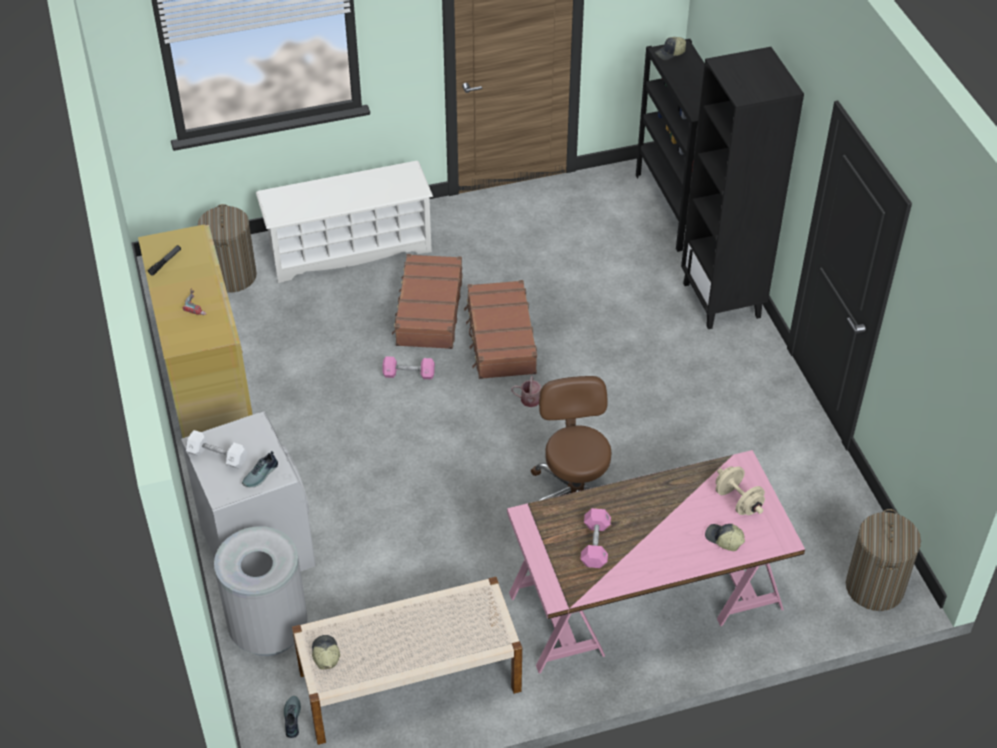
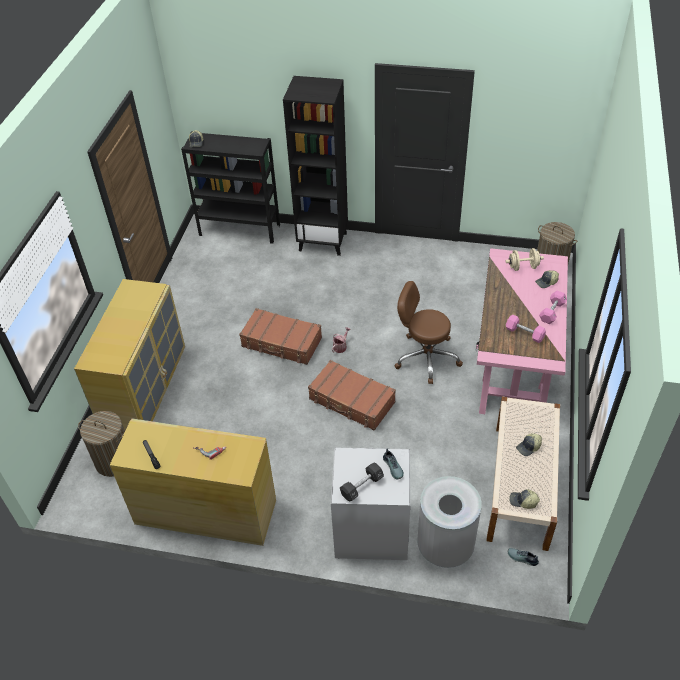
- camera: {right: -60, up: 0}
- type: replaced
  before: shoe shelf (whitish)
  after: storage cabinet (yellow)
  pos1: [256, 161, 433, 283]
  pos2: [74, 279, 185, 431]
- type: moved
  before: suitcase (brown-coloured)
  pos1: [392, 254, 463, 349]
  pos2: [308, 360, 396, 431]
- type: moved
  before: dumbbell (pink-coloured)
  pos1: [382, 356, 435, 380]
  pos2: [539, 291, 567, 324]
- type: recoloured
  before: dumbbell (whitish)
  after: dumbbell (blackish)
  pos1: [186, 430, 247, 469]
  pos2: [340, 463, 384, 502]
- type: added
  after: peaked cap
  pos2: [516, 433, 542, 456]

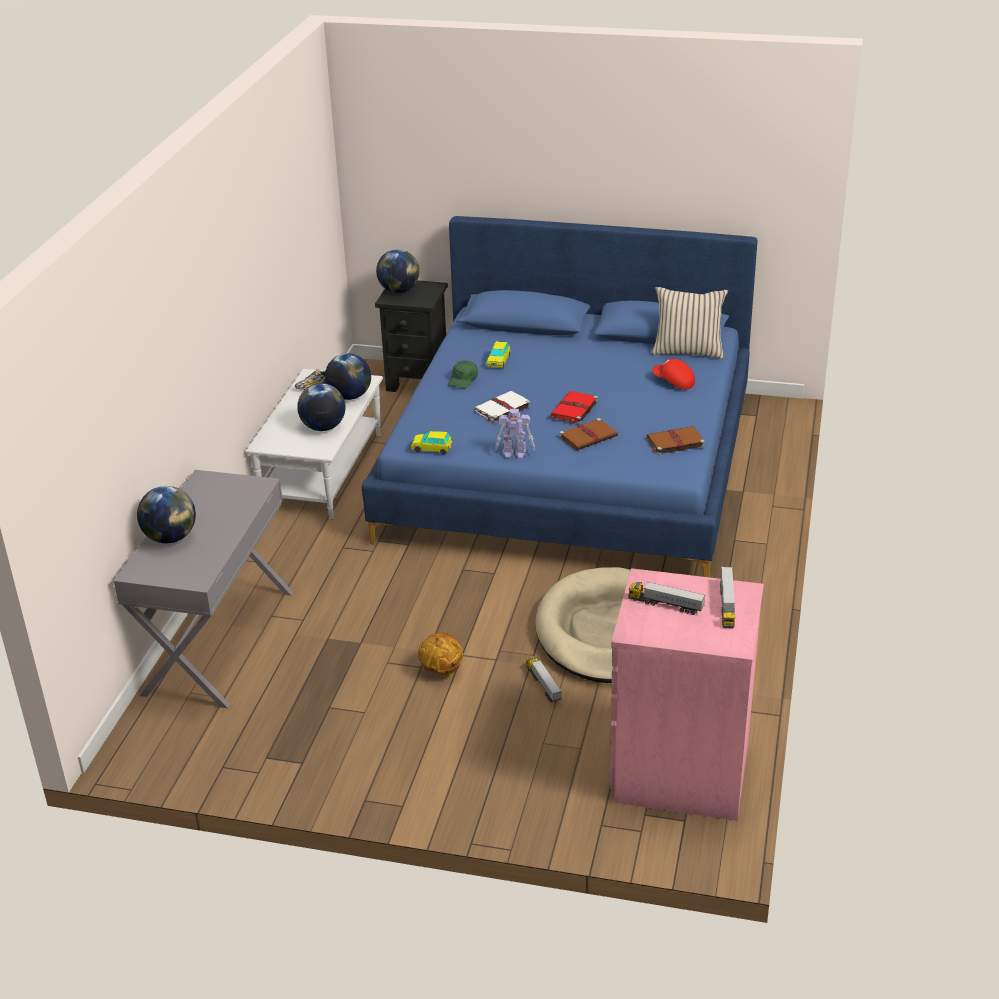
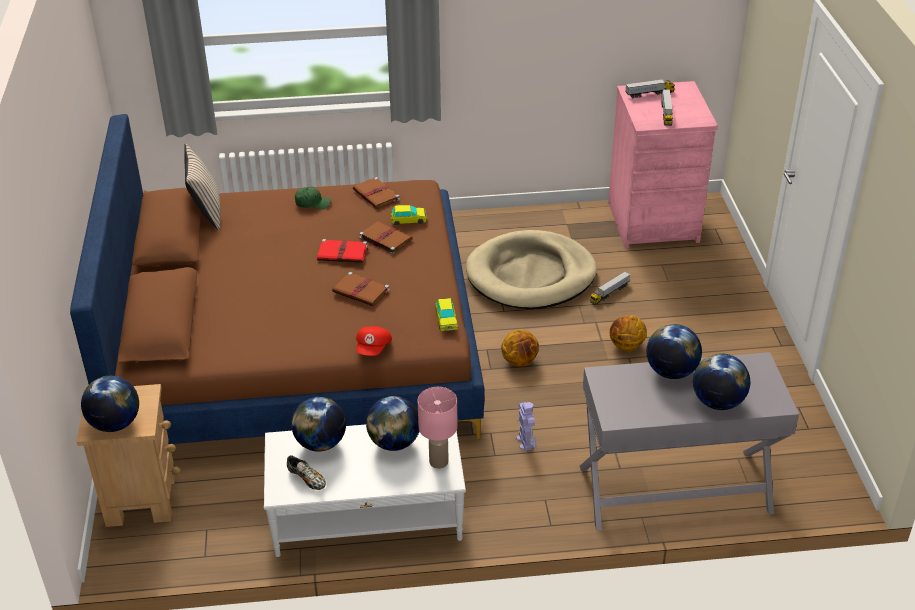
- camera: {right: -110, up: 5}
- type: recoloured
  before: bedroom bed (blue)
  after: bedroom bed (brown-coloured)
  pos1: [362, 216, 758, 577]
  pos2: [70, 114, 485, 444]
- type: recoloured
  before: bedside table (blackish)
  after: bedside table (beige)
  pos1: [375, 280, 448, 392]
  pos2: [77, 384, 181, 527]
- type: moved
  before: model car
  pos1: [486, 341, 511, 368]
  pos2: [391, 205, 427, 226]
- type: moved
  before: peaked cap (red)
  pos1: [652, 359, 695, 389]
  pos2: [356, 326, 392, 356]
- type: moved
  before: peaked cap (green)
  pos1: [448, 360, 478, 389]
  pos2: [295, 187, 331, 210]
- type: recoloured
  before: bound book (whitish)
  after: bound book (brown-coloured)
  pos1: [474, 391, 531, 423]
  pos2: [332, 272, 390, 306]
- type: moved
  before: toy robot
  pos1: [495, 409, 535, 459]
  pos2: [516, 402, 537, 451]
- type: added
  after: globe
  pos2: [646, 324, 702, 379]
- type: added
  after: basketball
  pos2: [501, 329, 539, 367]
- type: added
  after: lamp for a table (pink-coloured)
  pos2: [418, 387, 458, 469]

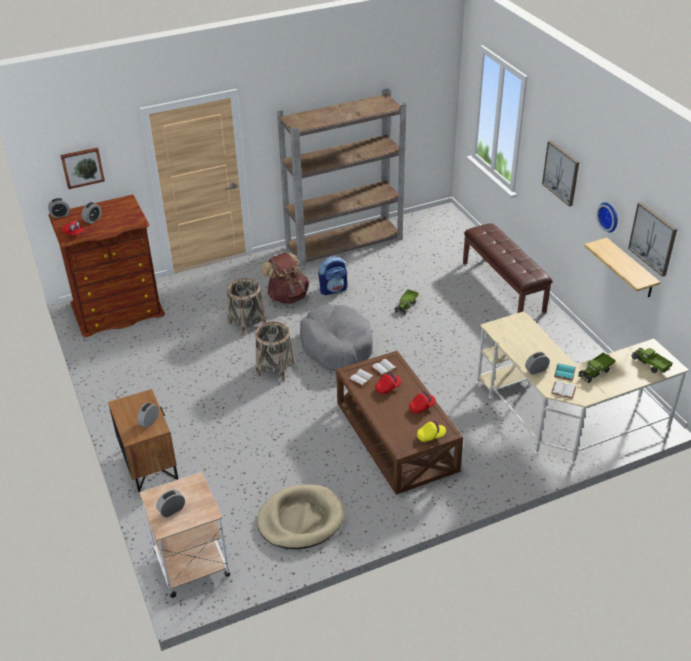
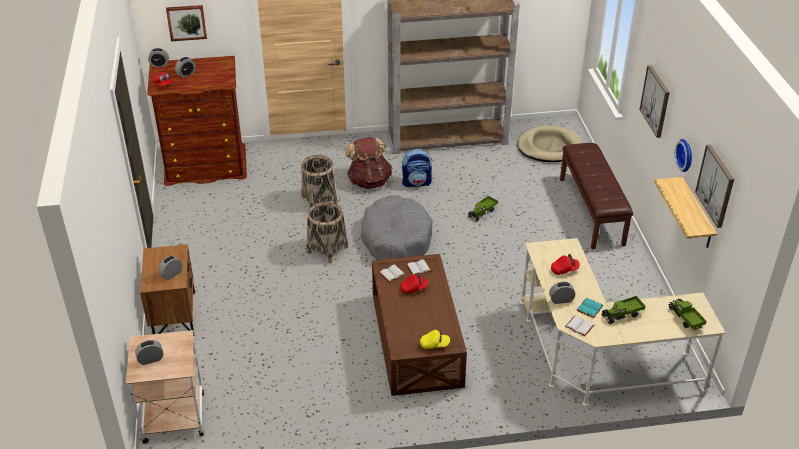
- camera: {right: 15, up: 0}
- type: moved
  before: peaked cap (red)
  pos1: [409, 391, 436, 414]
  pos2: [551, 254, 580, 275]
- type: moved
  before: dog cushion (beige)
  pos1: [257, 484, 344, 549]
  pos2: [517, 126, 582, 162]

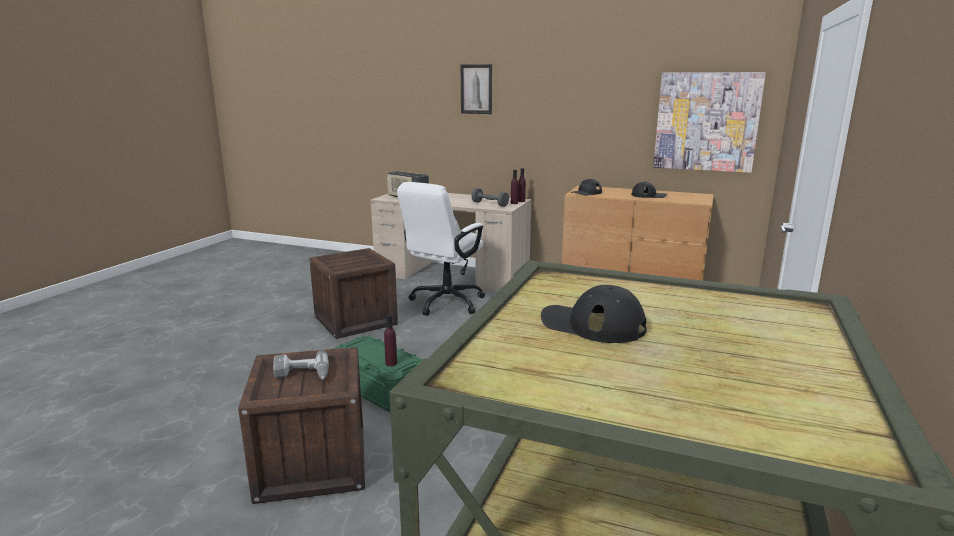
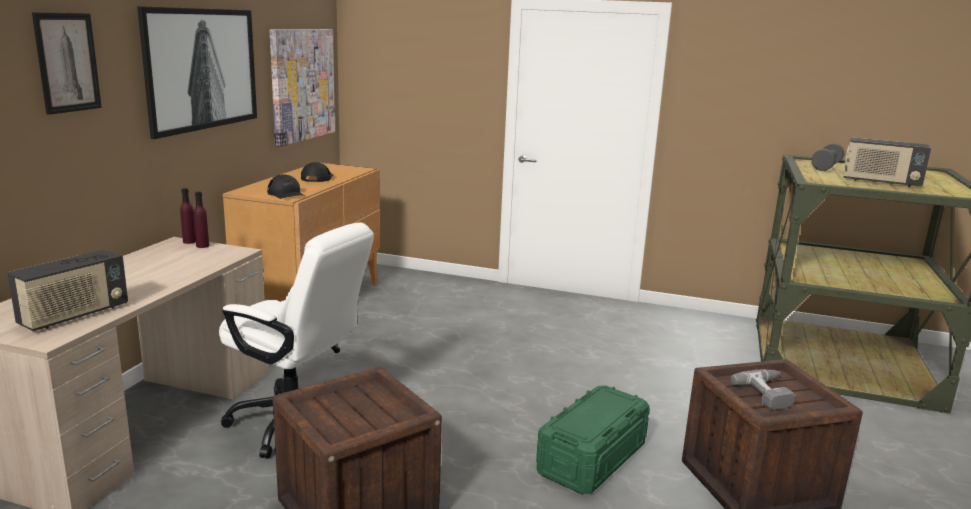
- camera: {right: -95, up: 0}
- type: moved
  before: dumbbell (gray)
  pos1: [471, 188, 509, 207]
  pos2: [811, 143, 844, 171]
- type: replaced
  before: peaked cap (blackish)
  after: radio receiver
  pos1: [541, 285, 647, 343]
  pos2: [843, 137, 931, 187]
- type: removed
  before: beverage bottle (purple-coloured)
  pos1: [384, 314, 397, 366]
- type: added
  after: picture
  pos2: [137, 6, 257, 139]

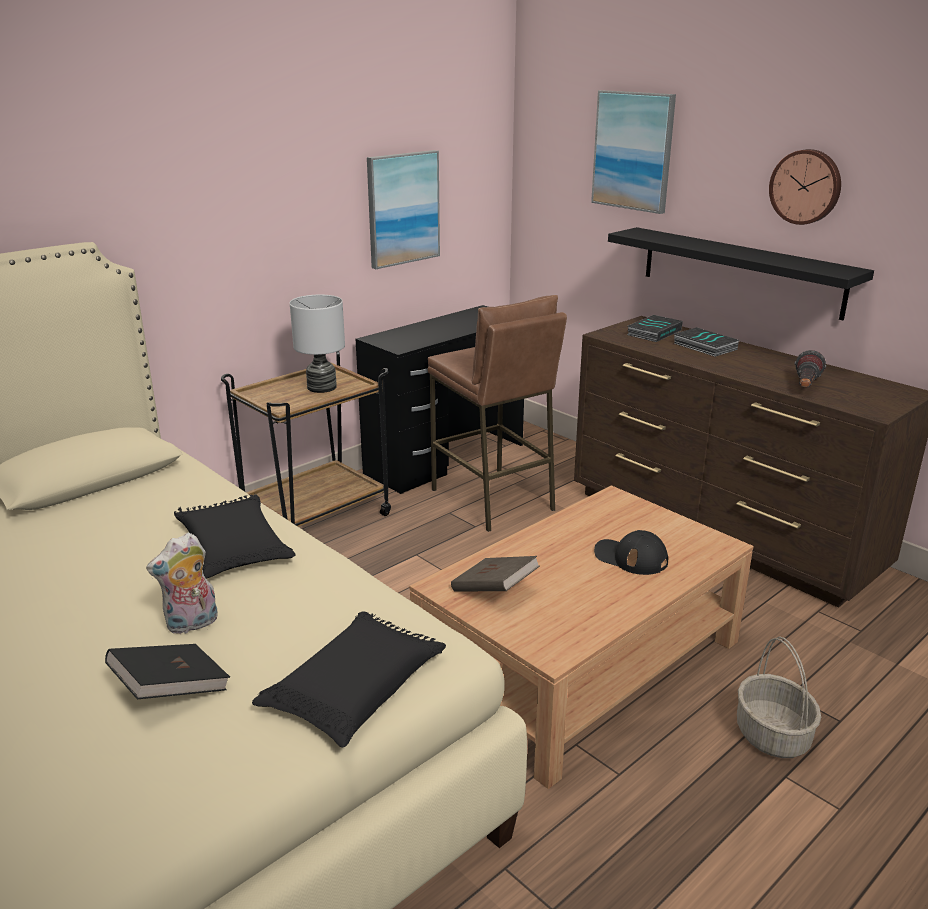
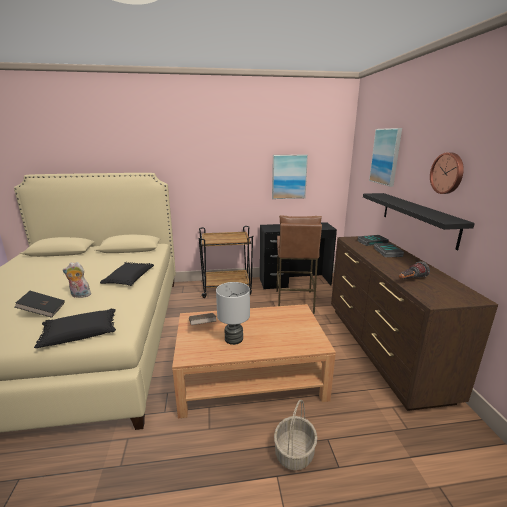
- camera: {right: 35, up: -5}
- type: moved
  before: lamp for a table (gray)
  pos1: [290, 294, 345, 393]
  pos2: [216, 282, 250, 345]
- type: removed
  before: peaked cap (blackish)
  pos1: [594, 530, 668, 575]

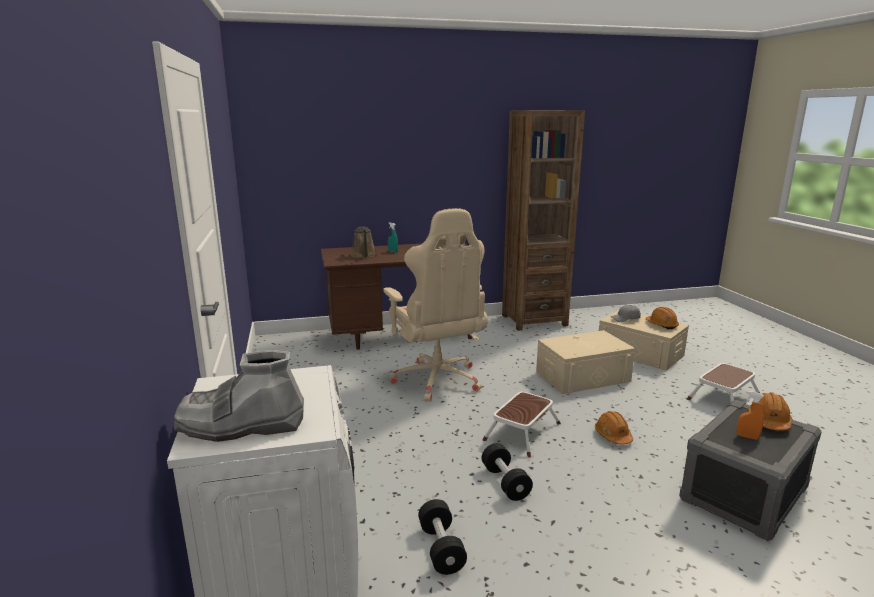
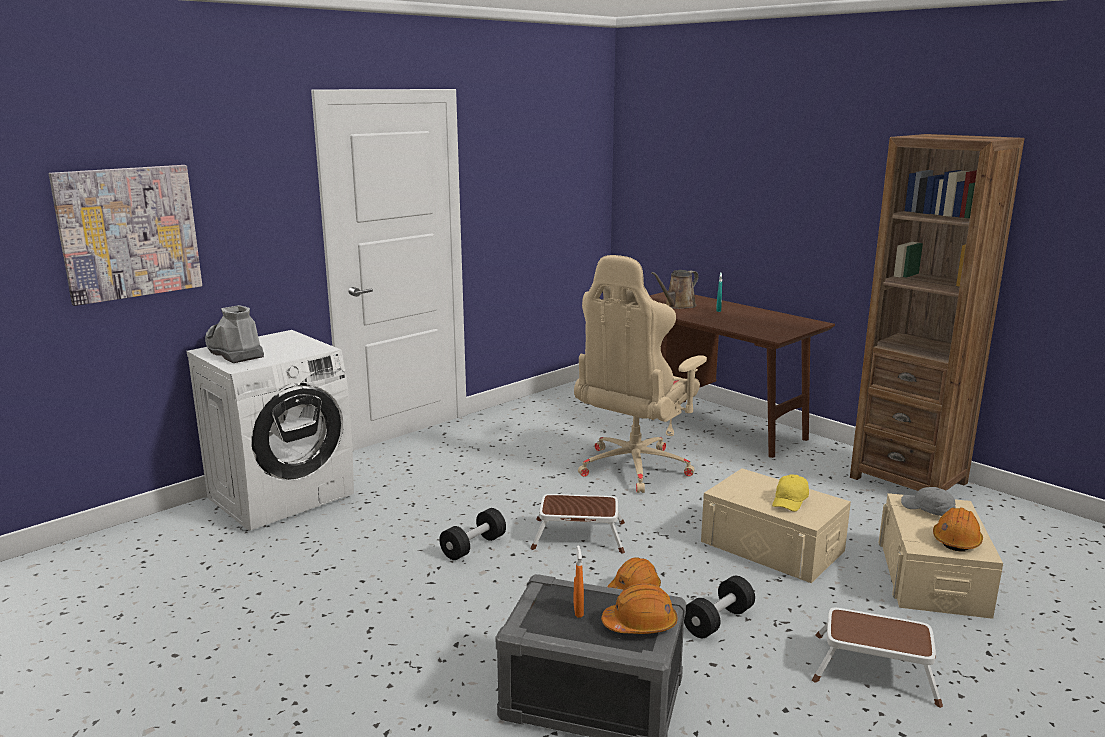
- camera: {right: 60, up: 0}
- type: moved
  before: dumbbell (blackish)
  pos1: [418, 499, 467, 575]
  pos2: [684, 576, 755, 638]
- type: added
  after: picture
  pos2: [49, 165, 202, 306]
- type: added
  after: peaked cap (yellow)
  pos2: [772, 474, 809, 512]

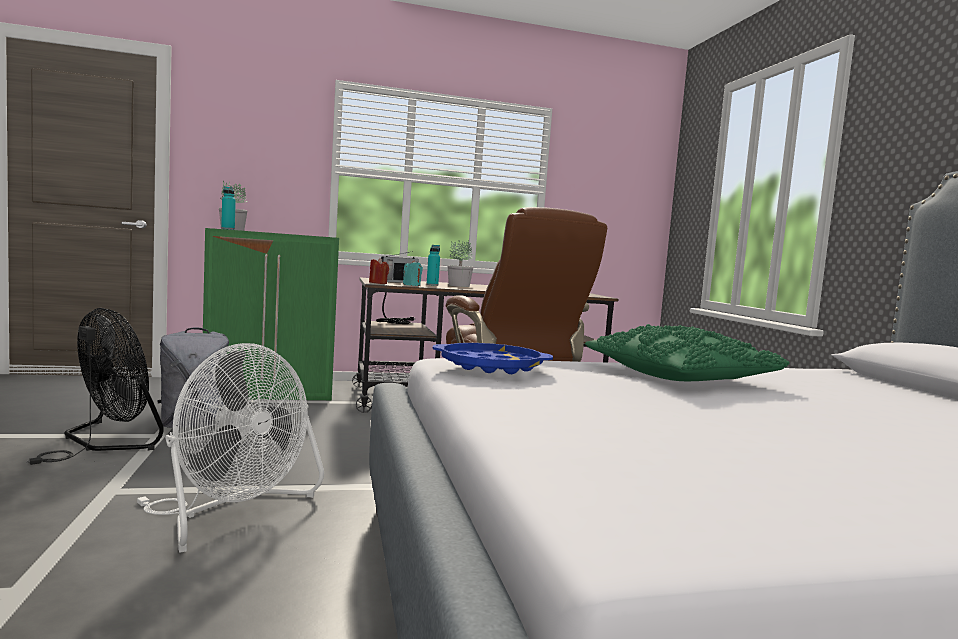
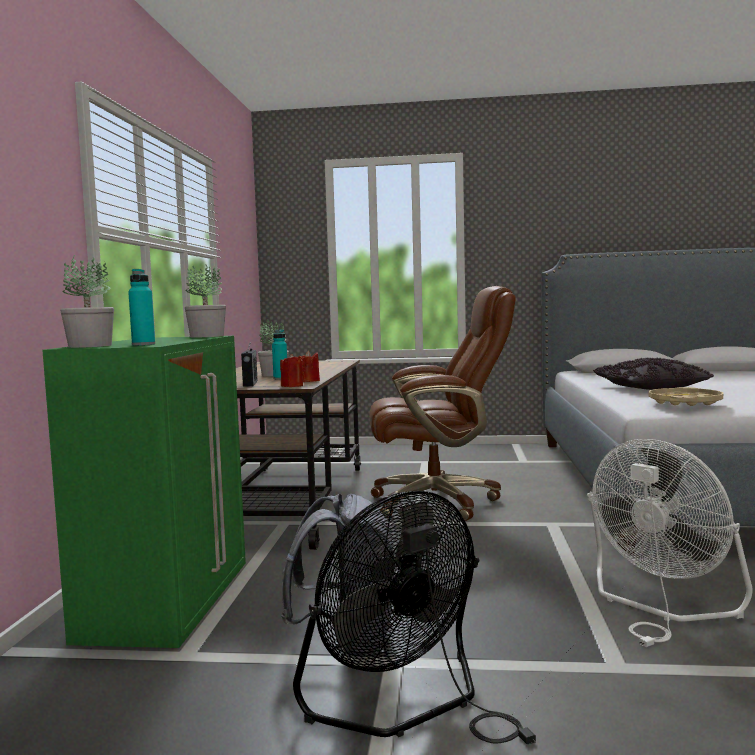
- camera: {right: -70, up: 0}
- type: recoloured
  before: candle (turquoise-coloured)
  after: candle (red)
  pos1: [403, 260, 423, 286]
  pos2: [298, 351, 320, 382]
- type: recoloured
  before: cushion (green)
  after: cushion (blackish)
  pos1: [585, 324, 790, 381]
  pos2: [593, 357, 714, 390]
- type: recoloured
  before: tray (blue)
  after: tray (beige)
  pos1: [433, 343, 553, 374]
  pos2: [648, 387, 723, 406]
- type: added
  after: houseplant
  pos2: [185, 264, 226, 337]

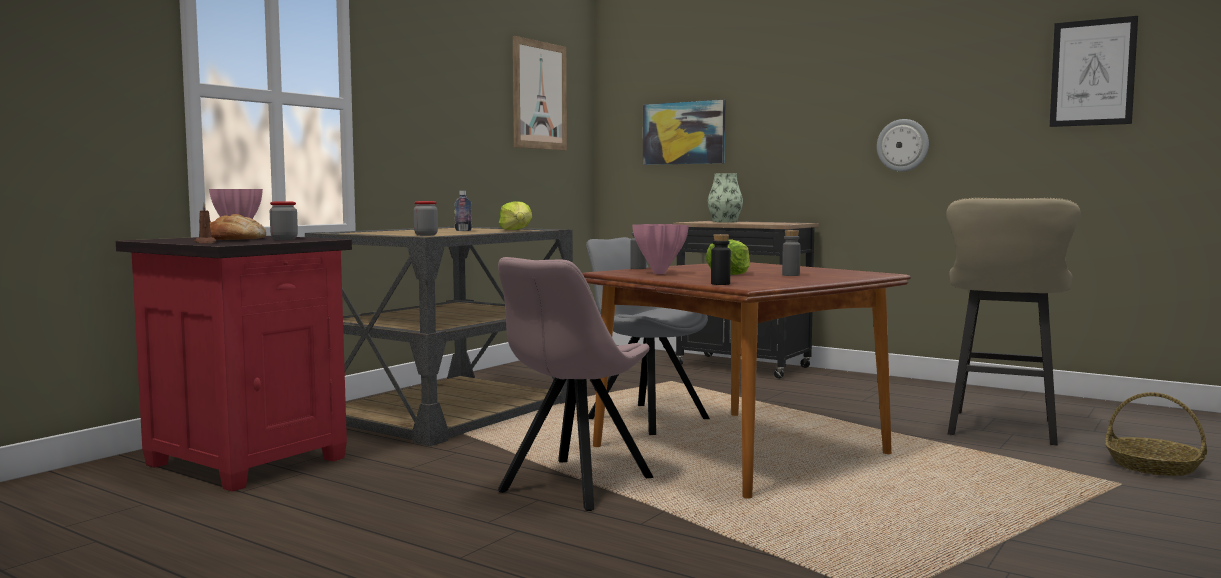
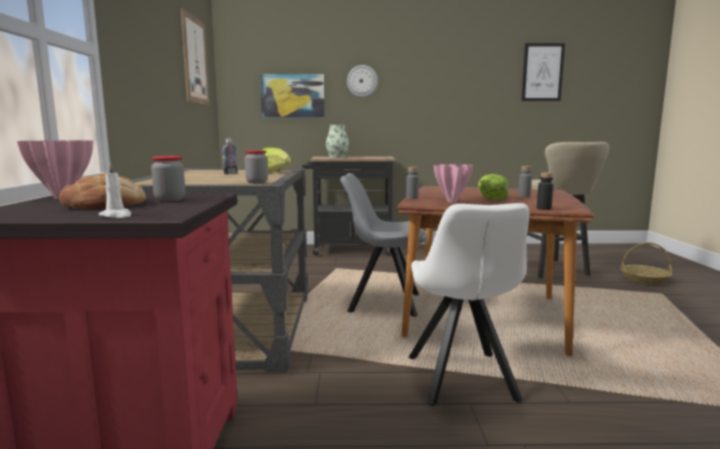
- camera: {right: -35, up: 5}
- type: moved
  before: wall clock
  pos1: [877, 119, 929, 172]
  pos2: [347, 65, 378, 97]
- type: recoloured
  before: candle (brown-coloured)
  after: candle (whitish)
  pos1: [194, 203, 216, 244]
  pos2: [99, 162, 131, 218]
- type: recoloured
  before: plain chair (pink-coloured)
  after: plain chair (whitish)
  pos1: [498, 257, 654, 511]
  pos2: [408, 203, 529, 406]

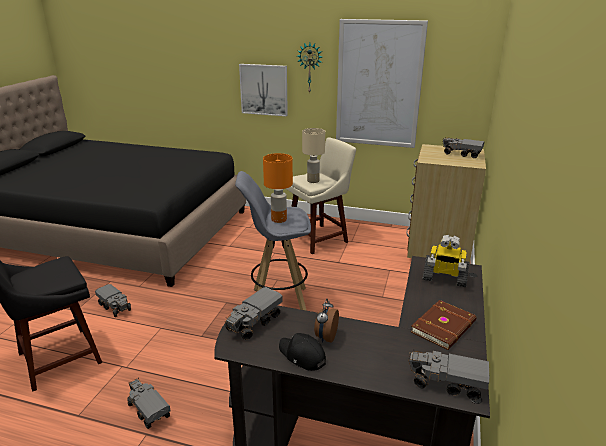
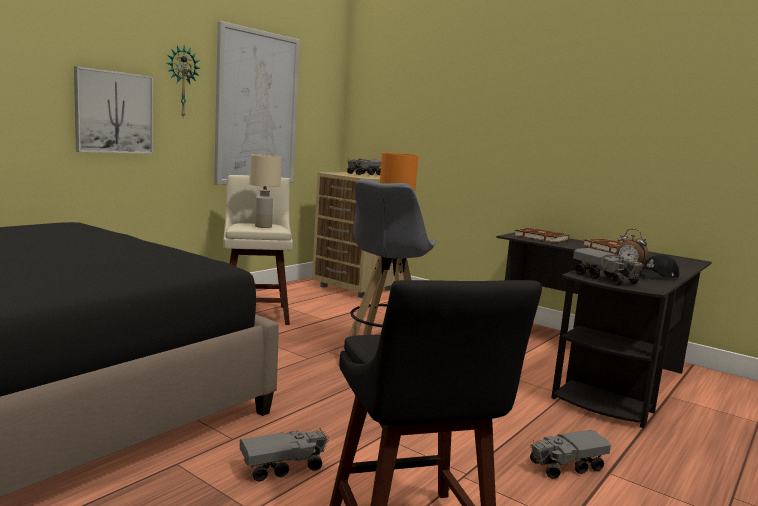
- camera: {right: -70, up: -15}
- type: replaced
  before: toy robot
  after: bound book (brown-coloured)
  pos1: [423, 235, 470, 287]
  pos2: [514, 228, 569, 243]
- type: removed
  before: toy lorry
  pos1: [408, 351, 489, 400]

